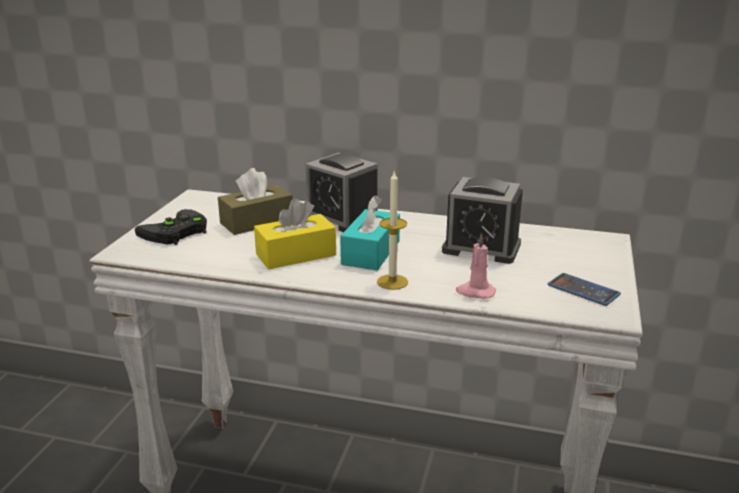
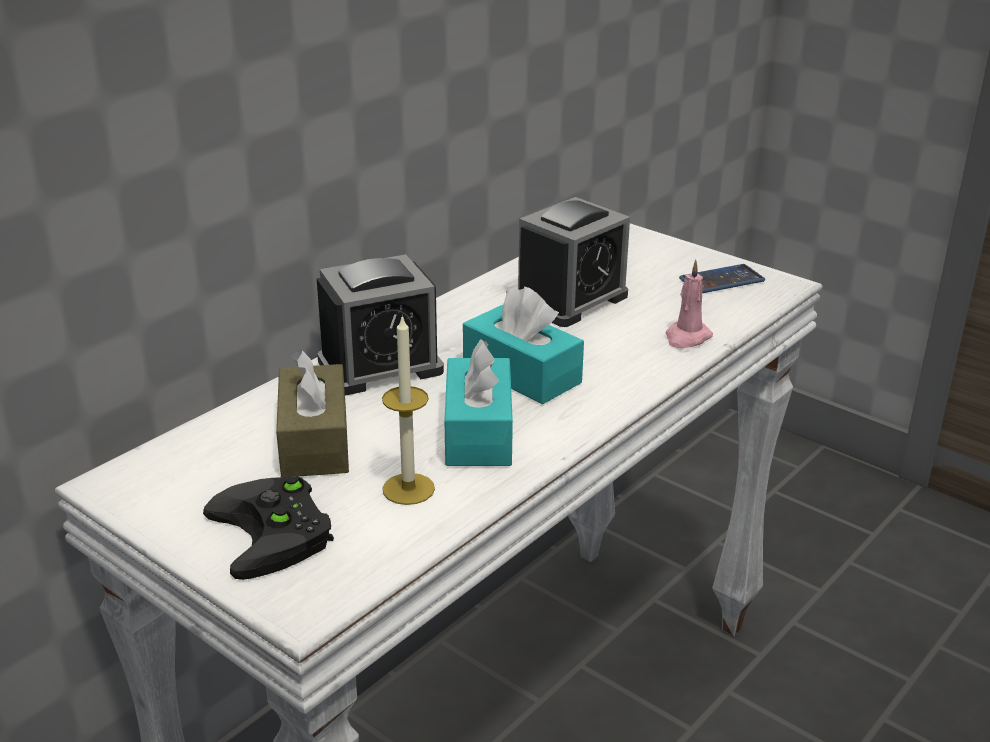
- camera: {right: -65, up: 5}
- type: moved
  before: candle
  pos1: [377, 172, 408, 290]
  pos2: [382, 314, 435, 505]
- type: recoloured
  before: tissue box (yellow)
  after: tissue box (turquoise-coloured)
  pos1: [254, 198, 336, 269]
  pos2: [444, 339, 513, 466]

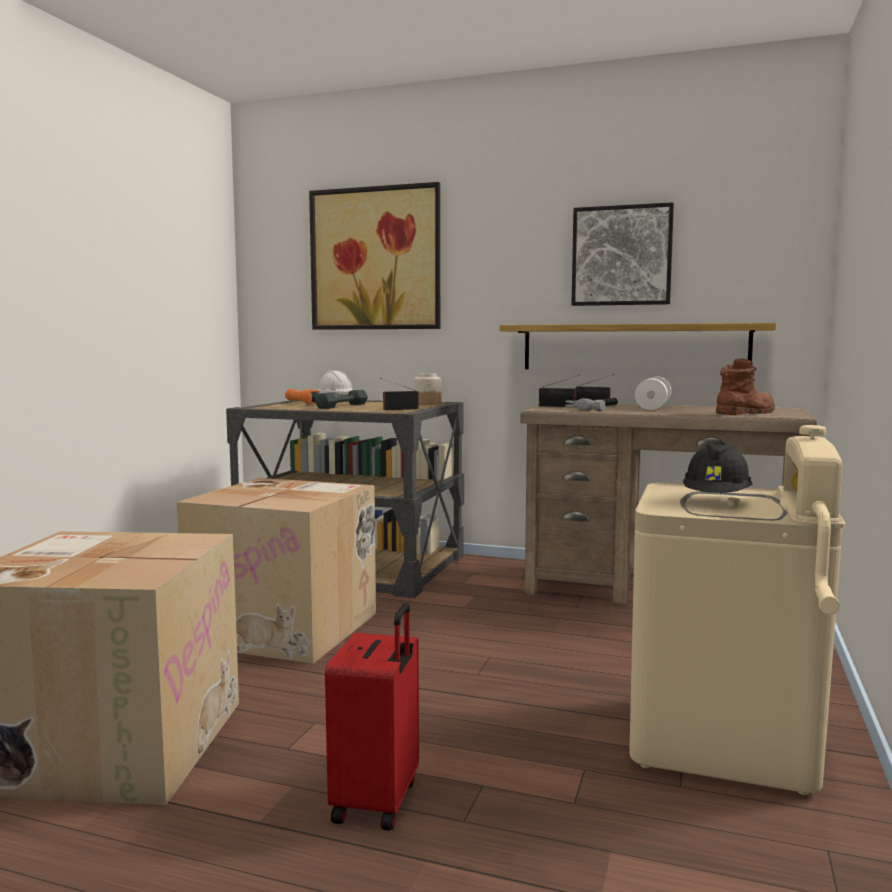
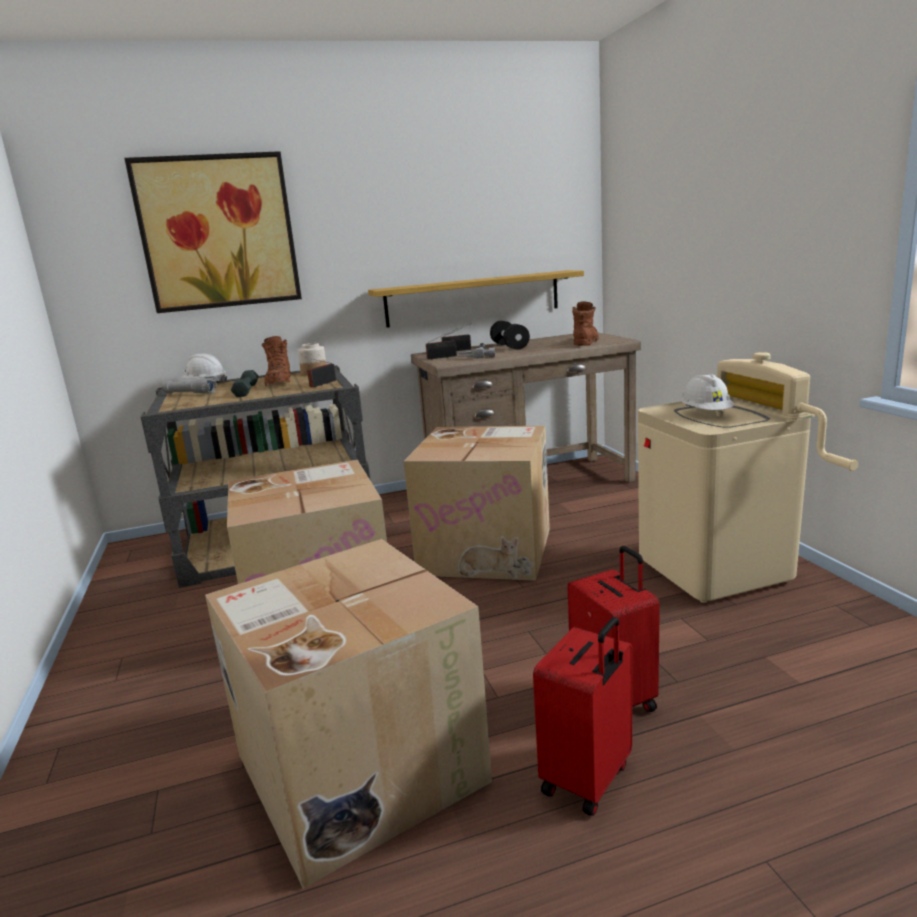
- camera: {right: -35, up: 10}
- type: removed
  before: picture
  pos1: [571, 202, 674, 306]
- type: recoloured
  before: dumbbell (whitish)
  after: dumbbell (blackish)
  pos1: [635, 377, 671, 410]
  pos2: [490, 321, 530, 350]
- type: recoloured
  before: hand torch (orange)
  after: hand torch (gray)
  pos1: [285, 389, 320, 404]
  pos2: [162, 378, 217, 394]
- type: recoloured
  before: hard hat (blackish)
  after: hard hat (whitish)
  pos1: [683, 443, 752, 494]
  pos2: [681, 374, 735, 410]
- type: added
  after: boot (brown-coloured)
  pos2: [262, 336, 291, 386]
- type: added
  after: cardboard box
  pos2: [404, 426, 550, 581]
- type: added
  after: suitcase (red)
  pos2: [533, 617, 632, 816]

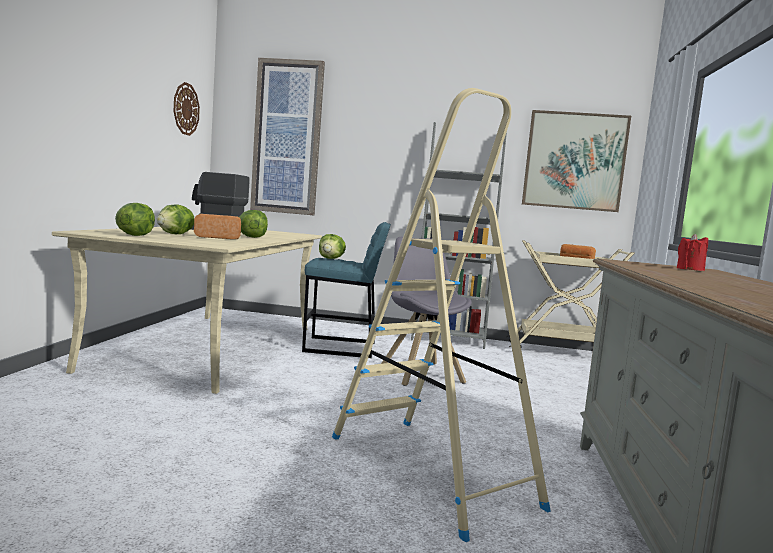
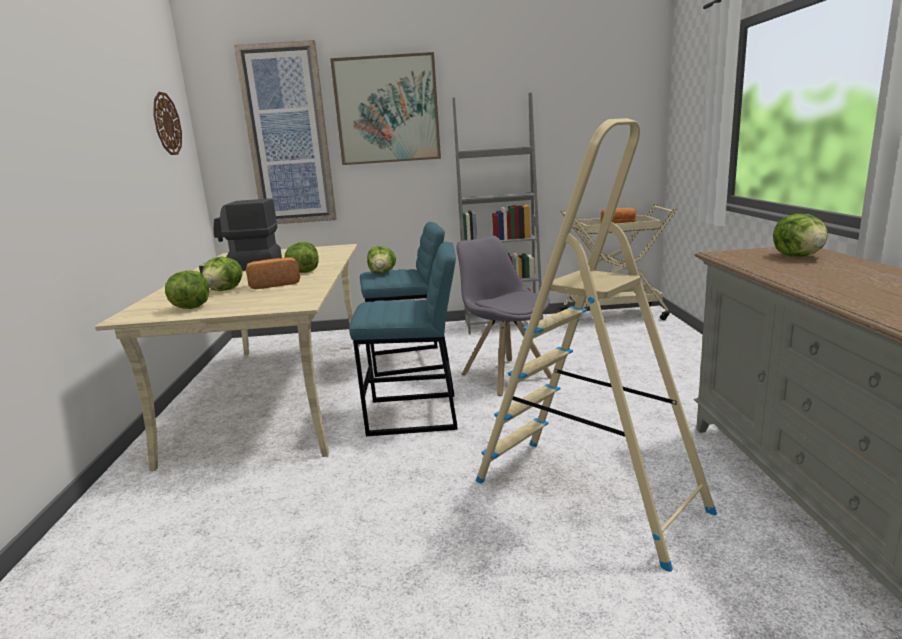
- camera: {right: -10, up: 10}
- type: moved
  before: picture
  pos1: [522, 110, 631, 212]
  pos2: [330, 52, 441, 165]
- type: replaced
  before: candle (red)
  after: lettuce head
  pos1: [677, 234, 708, 271]
  pos2: [773, 214, 828, 257]
- type: added
  after: stool seat (blue)
  pos2: [349, 241, 458, 436]

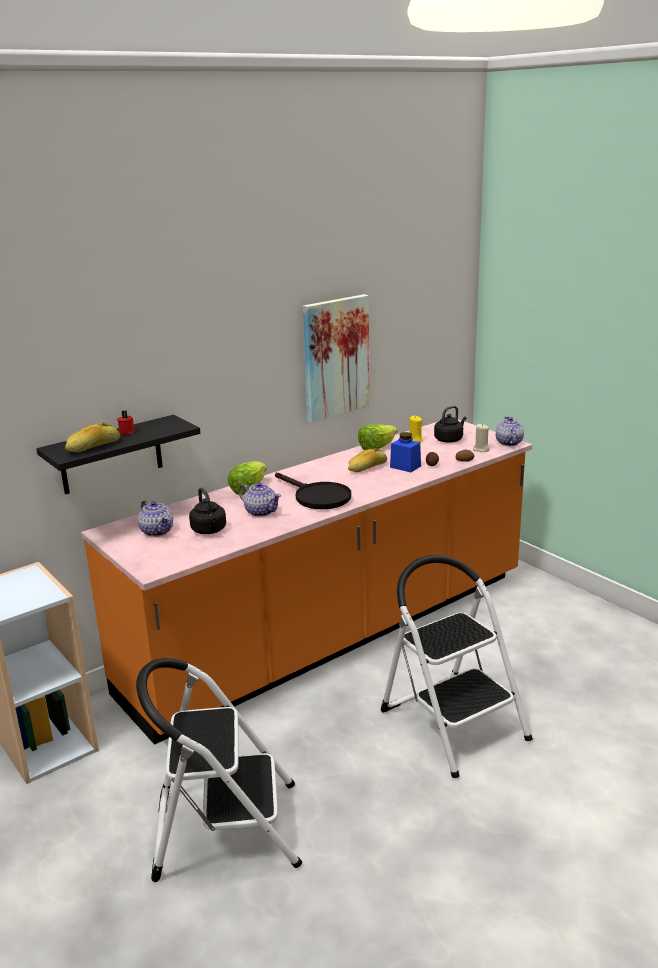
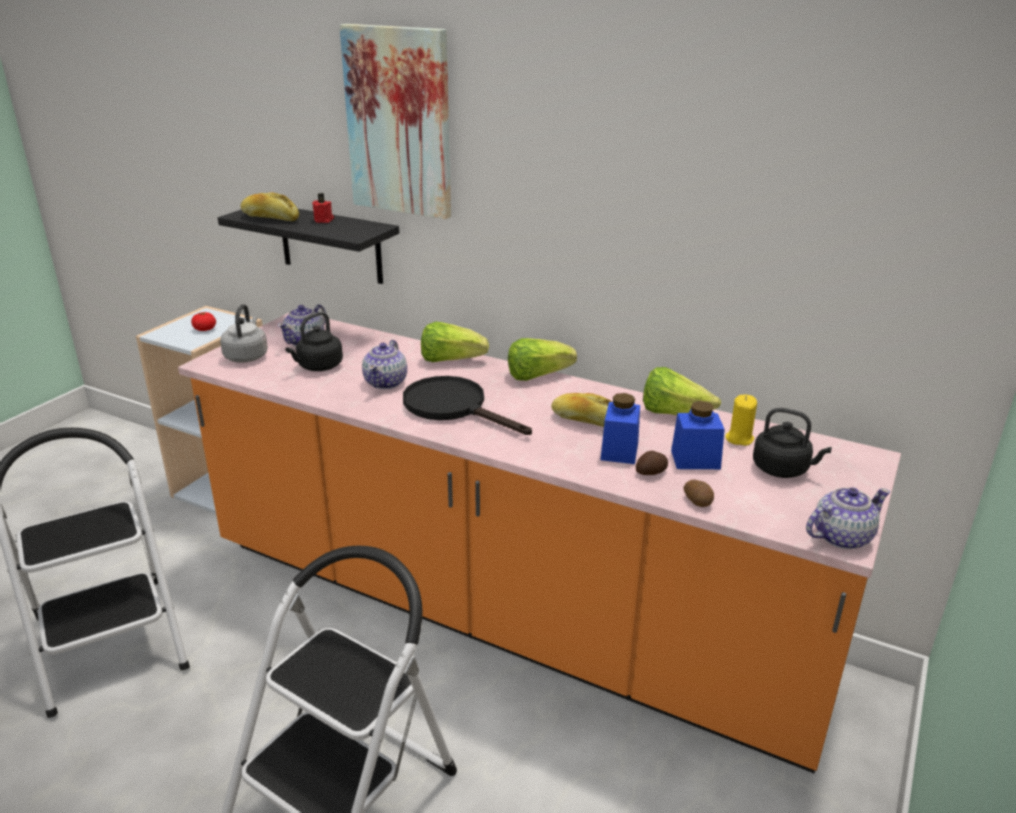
- camera: {right: 65, up: 5}
- type: moved
  before: picture
  pos1: [303, 294, 370, 422]
  pos2: [339, 24, 451, 219]
- type: removed
  before: candle (beige)
  pos1: [473, 424, 489, 452]
- type: turned
  before: frying pan (blackish)
  pos1: [275, 473, 351, 509]
  pos2: [403, 376, 532, 435]
  turn: 105
- type: added
  after: kettle (gray)
  pos2: [220, 304, 268, 363]
- type: added
  after: fresh tomato
  pos2: [191, 312, 216, 331]
- type: added
  after: lettuce head
  pos2: [508, 338, 577, 381]
- type: added
  after: jar (blue)
  pos2: [671, 401, 725, 469]

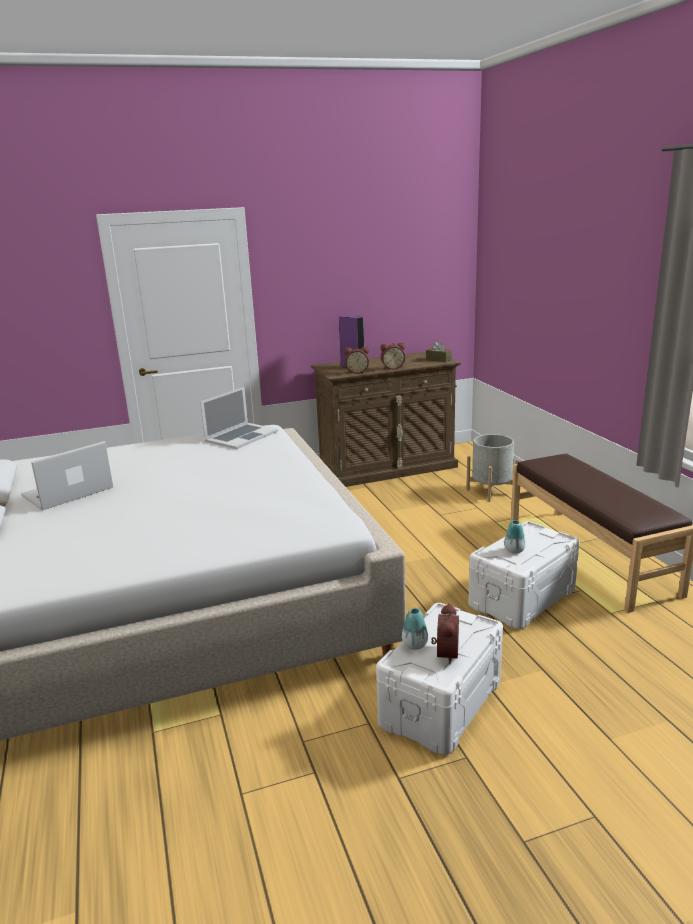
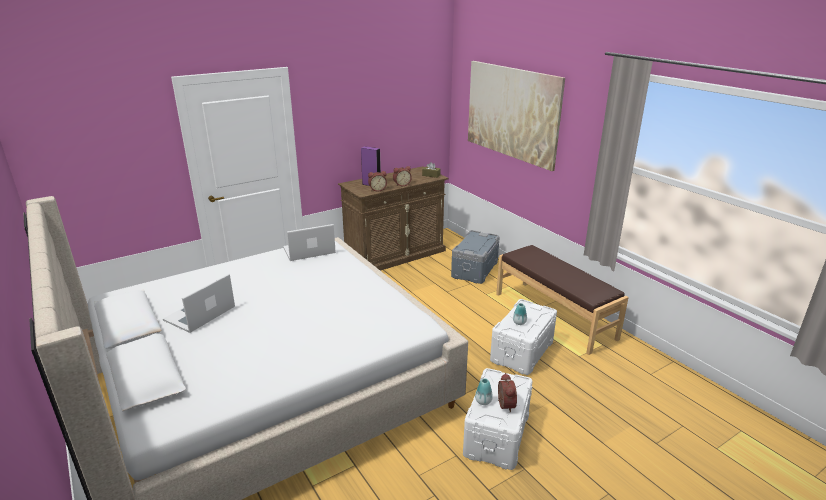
- camera: {right: -15, up: 5}
- type: turned
  before: portable computer
  pos1: [200, 387, 278, 449]
  pos2: [283, 224, 336, 261]
  turn: -135
- type: replaced
  before: planter (gray)
  after: storage container (gray)
  pos1: [466, 434, 519, 502]
  pos2: [451, 230, 500, 284]
- type: added
  after: picture
  pos2: [468, 61, 565, 171]

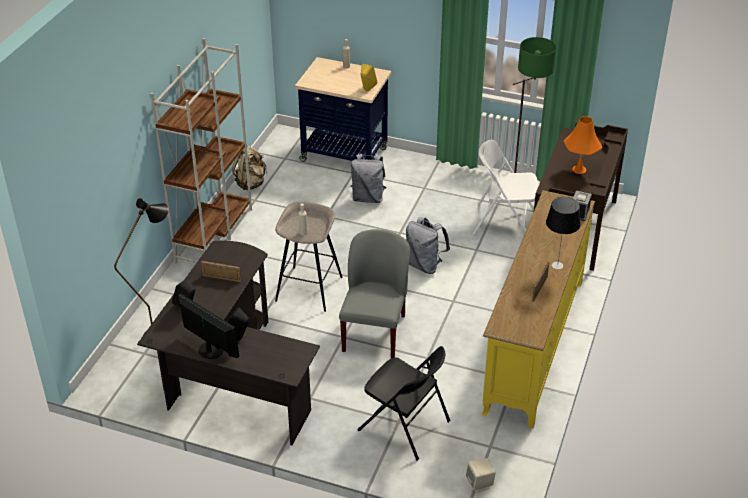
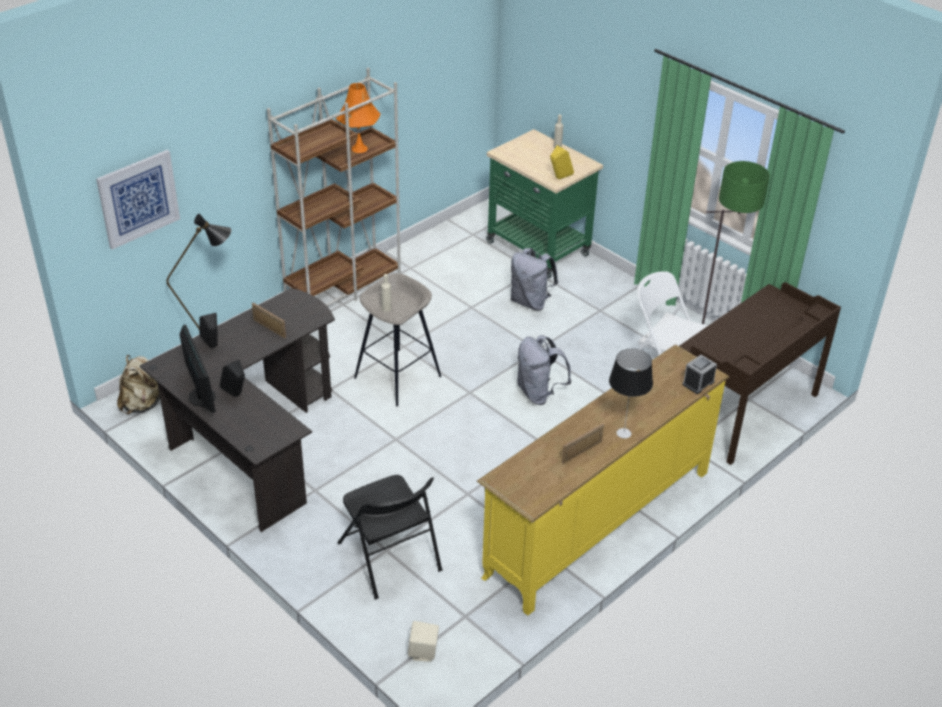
- camera: {right: 25, up: 0}
- type: recoloured
  before: cart (blue)
  after: cart (green)
  pos1: [295, 57, 391, 162]
  pos2: [486, 129, 603, 279]
- type: moved
  before: lamp for a table (orange)
  pos1: [564, 116, 602, 174]
  pos2: [336, 83, 380, 153]
- type: moved
  before: backpack (beige)
  pos1: [232, 146, 267, 190]
  pos2: [117, 355, 160, 414]
- type: removed
  before: plain chair (gray)
  pos1: [339, 229, 410, 358]
- type: added
  after: picture
  pos2: [96, 150, 180, 249]

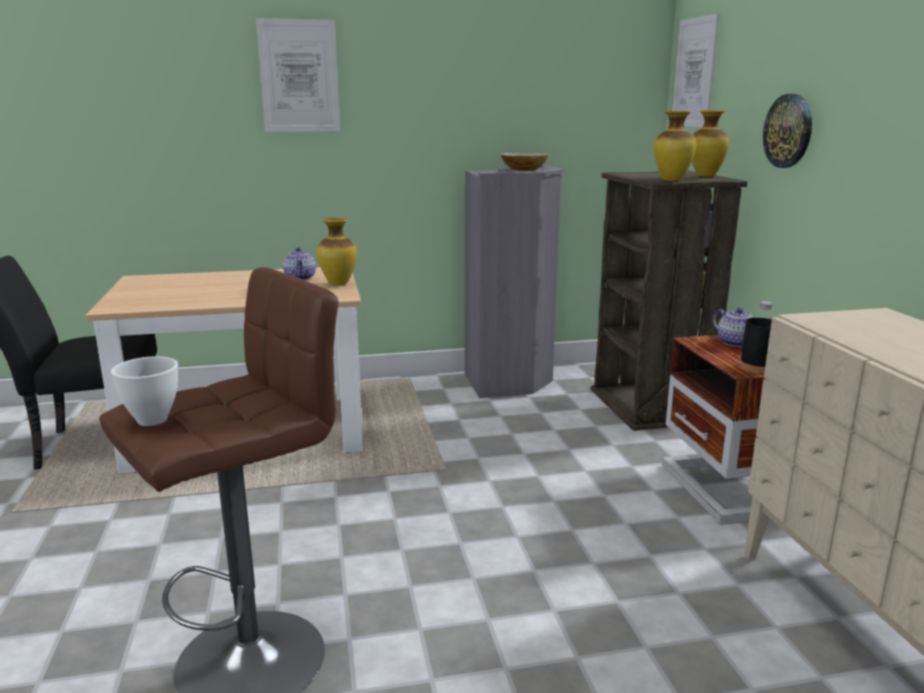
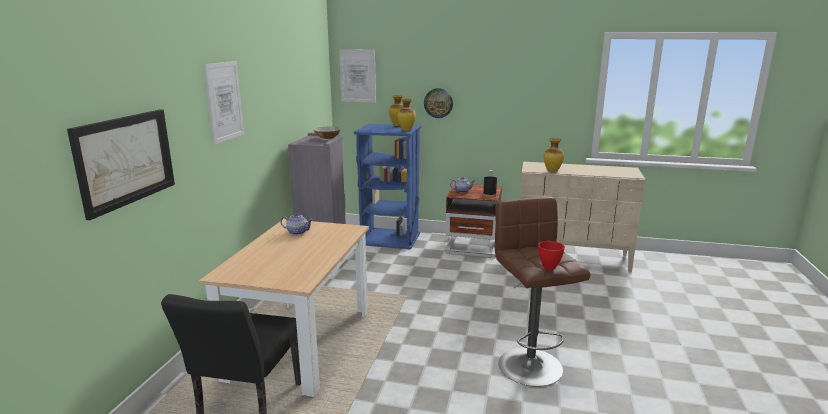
- camera: {right: -65, up: 0}
- type: recoloured
  before: shelving unit (brown-coloured)
  after: shelving unit (blue)
  pos1: [590, 170, 748, 431]
  pos2: [354, 123, 421, 249]
- type: moved
  before: flower vase
  pos1: [317, 218, 357, 286]
  pos2: [543, 138, 564, 172]
- type: recoloured
  before: serving bowl (whitish)
  after: serving bowl (red)
  pos1: [111, 356, 178, 426]
  pos2: [538, 241, 565, 270]
- type: added
  after: picture
  pos2: [67, 109, 175, 220]

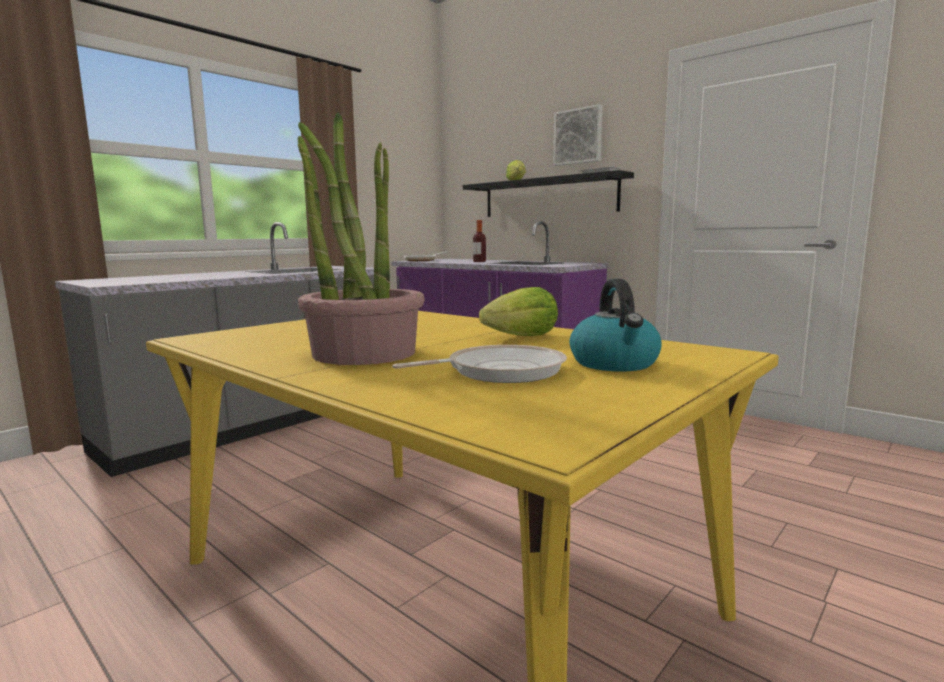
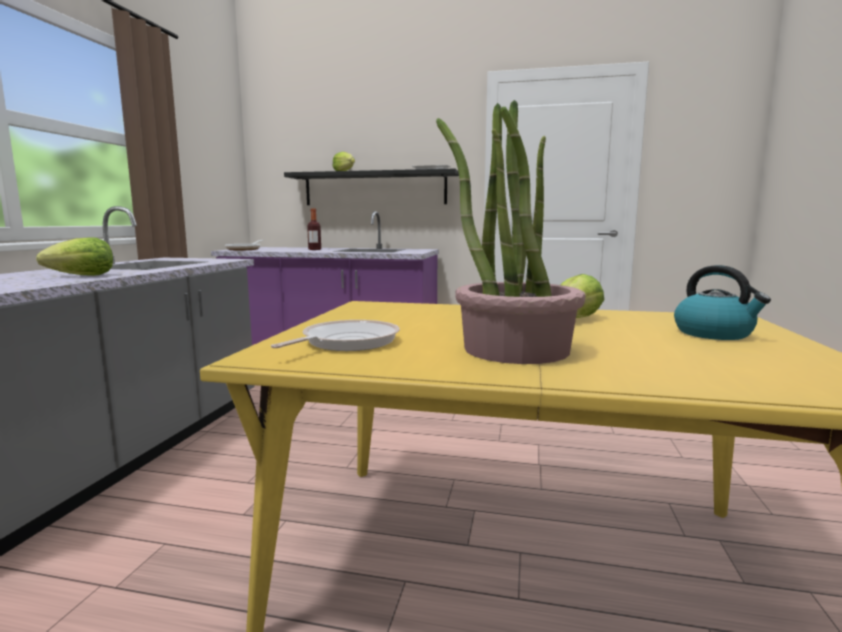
- camera: {right: -30, up: 0}
- type: removed
  before: picture
  pos1: [553, 104, 603, 166]
- type: moved
  before: frying pan
  pos1: [392, 345, 567, 383]
  pos2: [271, 320, 400, 351]
- type: added
  after: lettuce head
  pos2: [36, 237, 113, 276]

